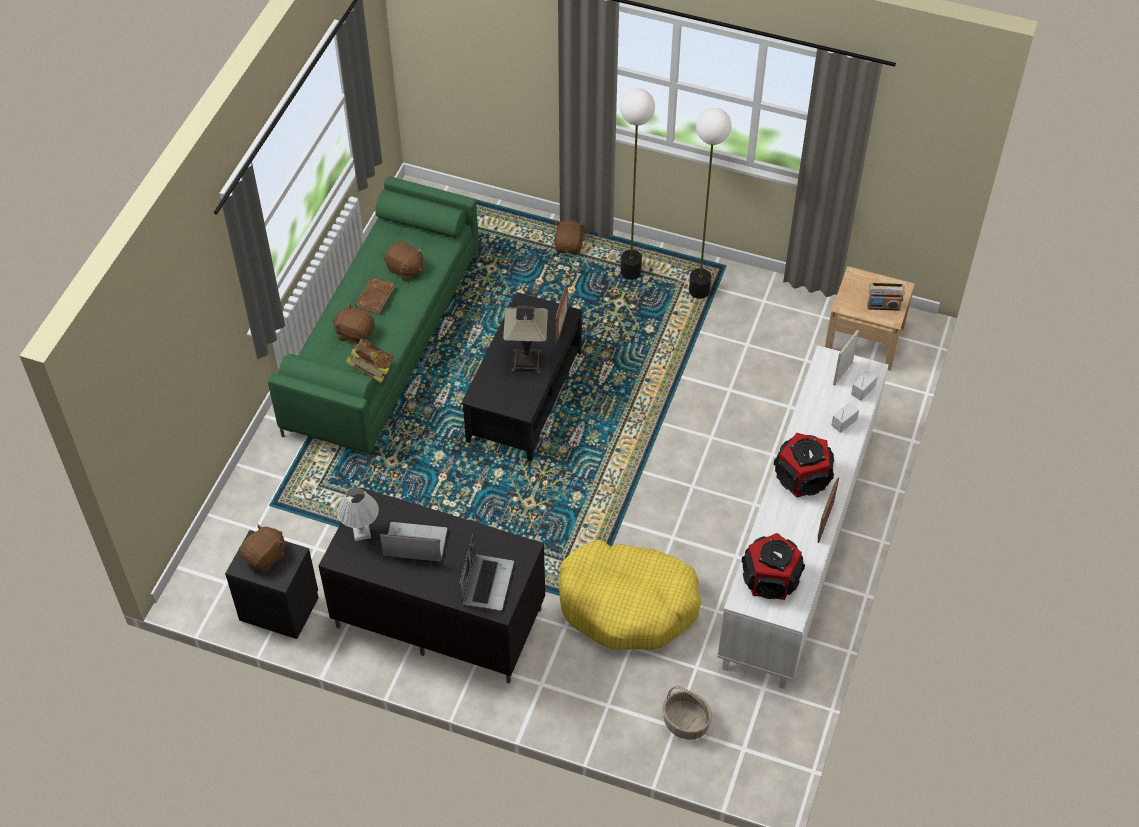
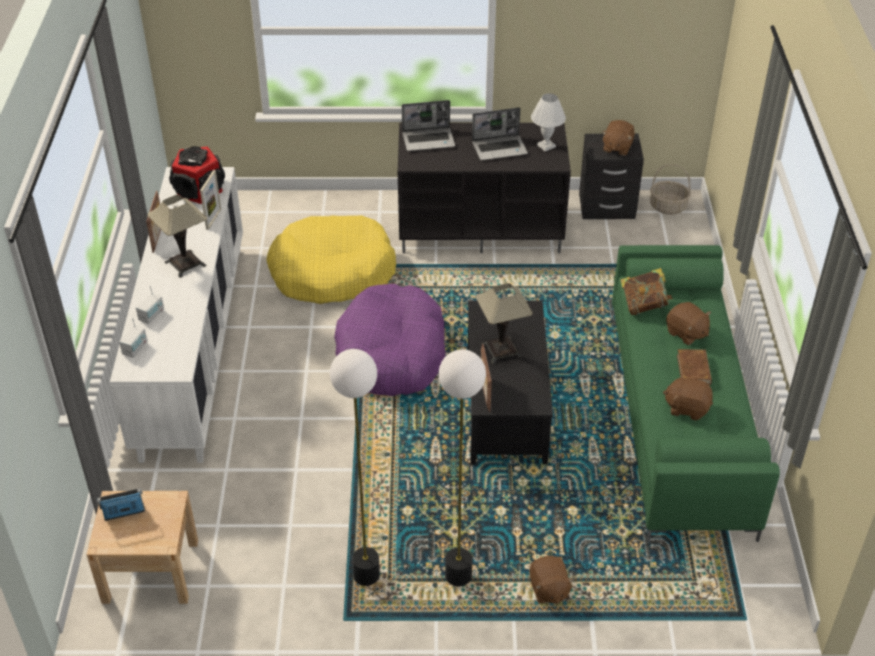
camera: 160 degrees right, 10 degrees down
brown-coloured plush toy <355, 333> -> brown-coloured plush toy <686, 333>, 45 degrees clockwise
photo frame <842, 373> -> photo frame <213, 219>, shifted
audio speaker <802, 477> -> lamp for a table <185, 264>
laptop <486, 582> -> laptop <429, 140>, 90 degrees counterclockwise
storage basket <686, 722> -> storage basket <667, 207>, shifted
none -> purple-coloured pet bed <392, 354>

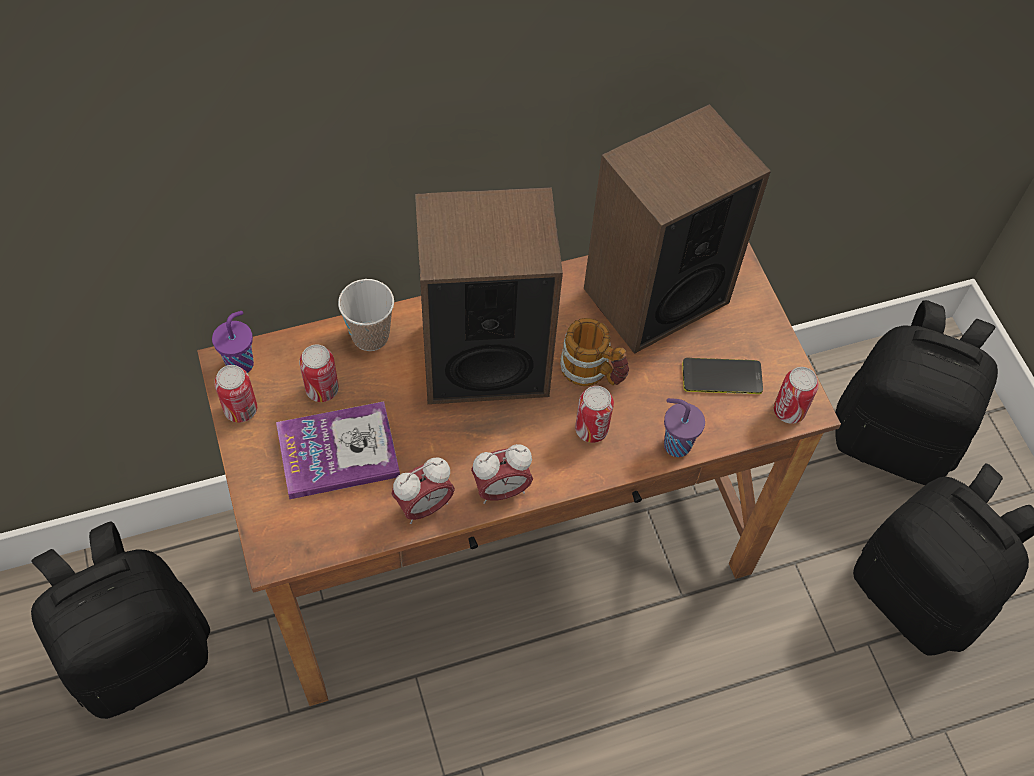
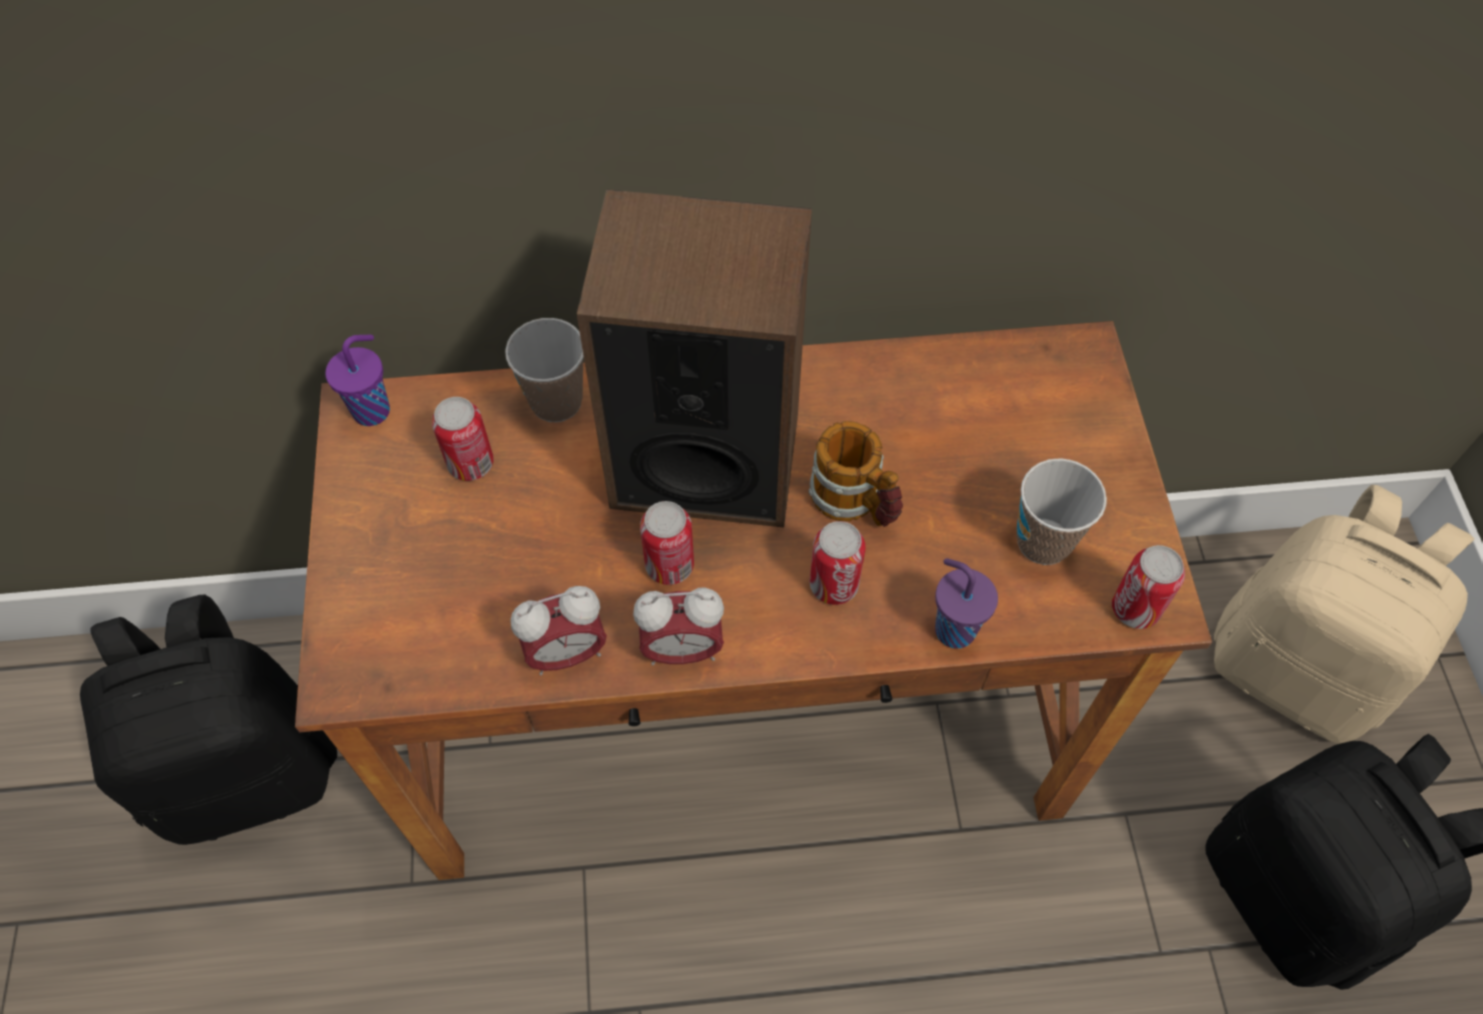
camera: 15 degrees right, 0 degrees up
audio speaker <655, 295> -> none
black-coloured backpack <894, 438> -> beige-coloured backpack <1297, 668>
phone <722, 377> -> cup <1043, 541>
metal can <241, 409> -> metal can <669, 565>, shifted
book <338, 452> -> none

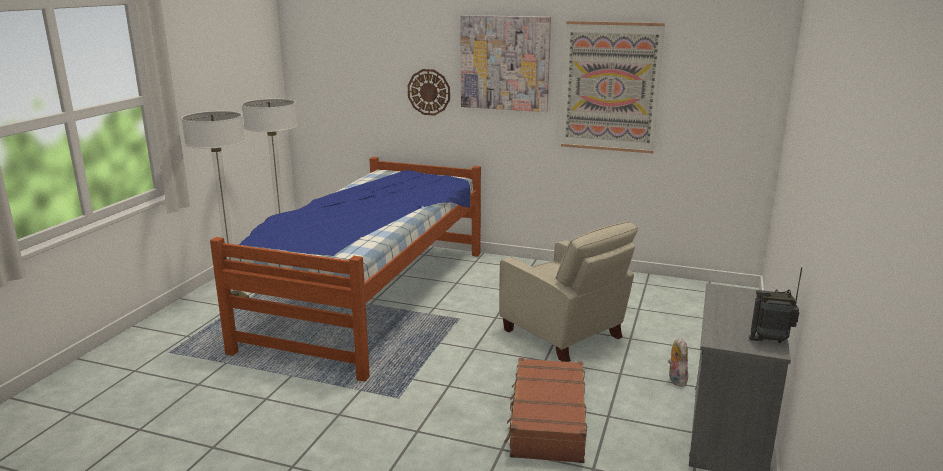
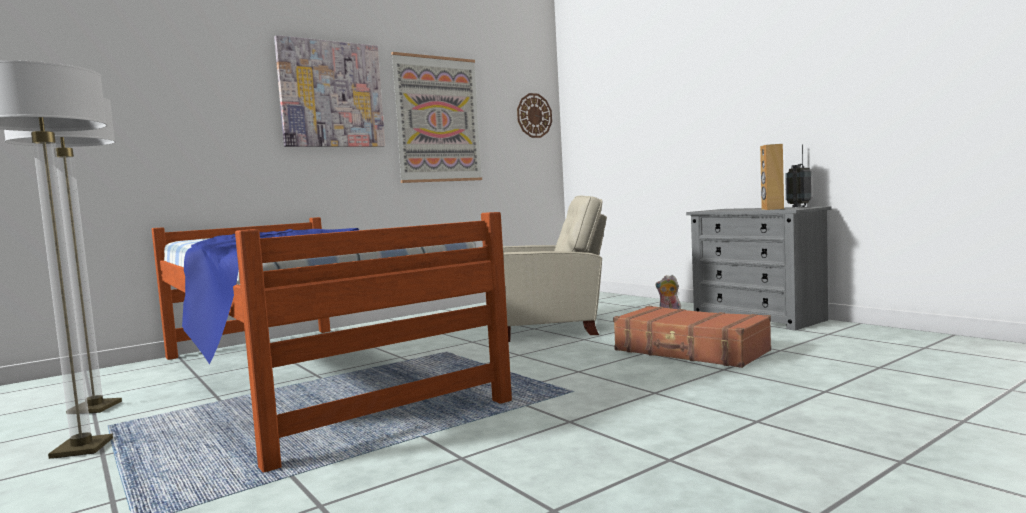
camera: 55 degrees left, 15 degrees down
hanging clock <429, 92> -> hanging clock <534, 115>, shifted
none -> brown-coloured audio speaker <772, 209>

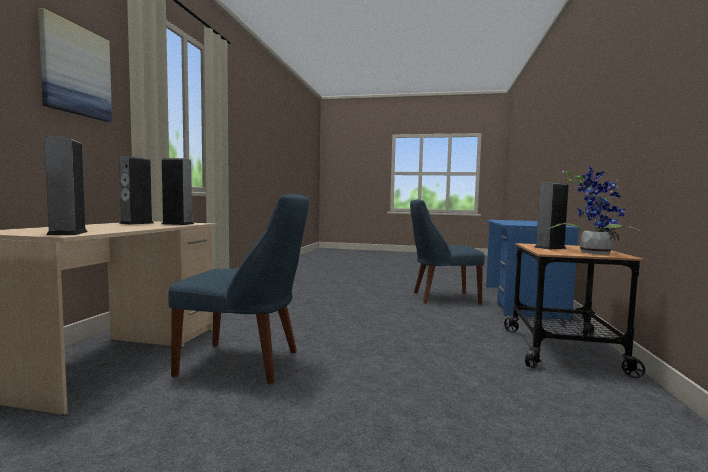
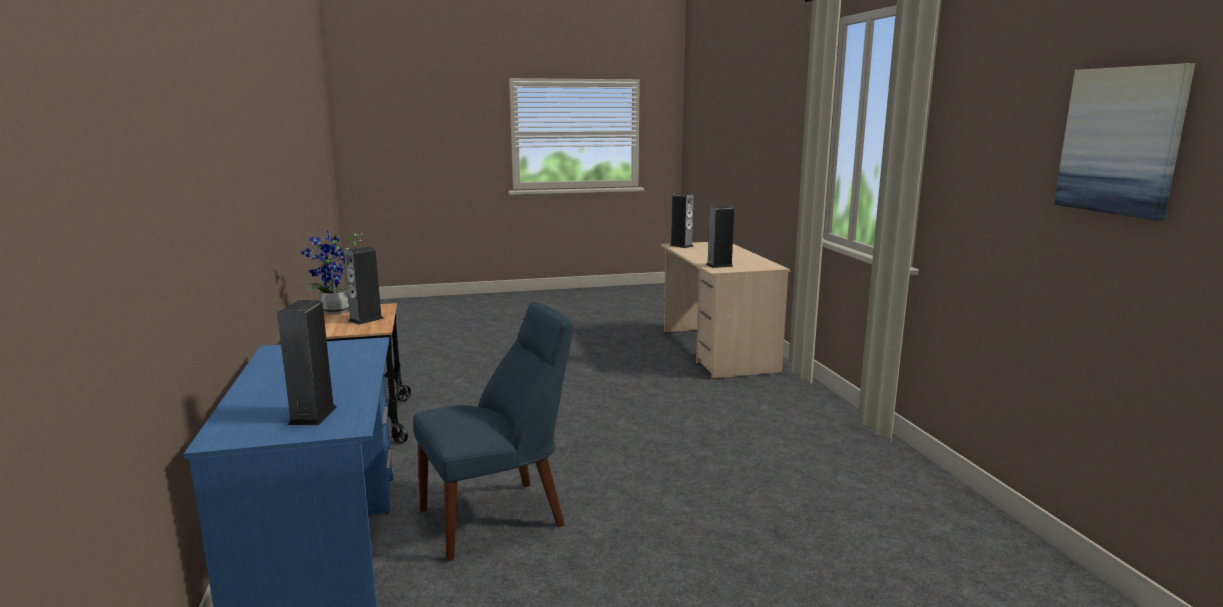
camera: 155 degrees right, 10 degrees up
picture <76, 70> -> picture <1121, 141>, shifted
audio speaker <136, 223> -> audio speaker <312, 415>, shifted
blue-coloured chair <245, 363> -> none

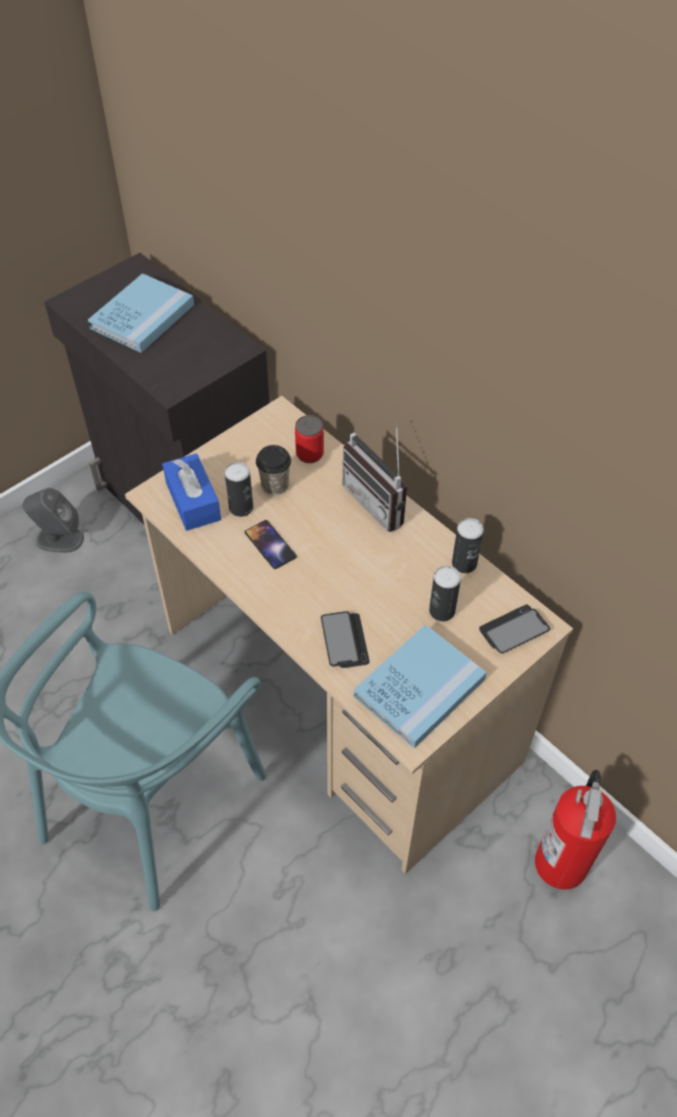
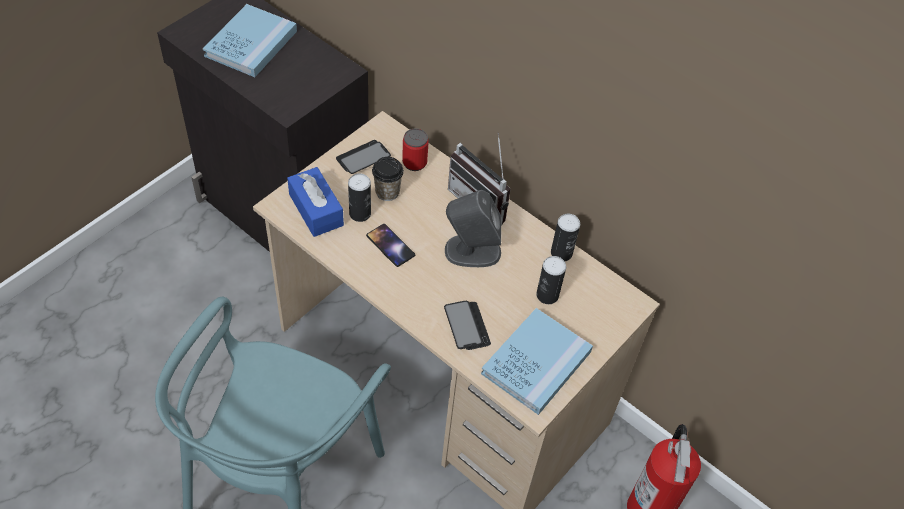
camera: 10 degrees left, 0 degrees up
gray audio speaker <59, 539> -> gray audio speaker <471, 251>, shifted
phone <513, 630> -> phone <363, 158>, shifted

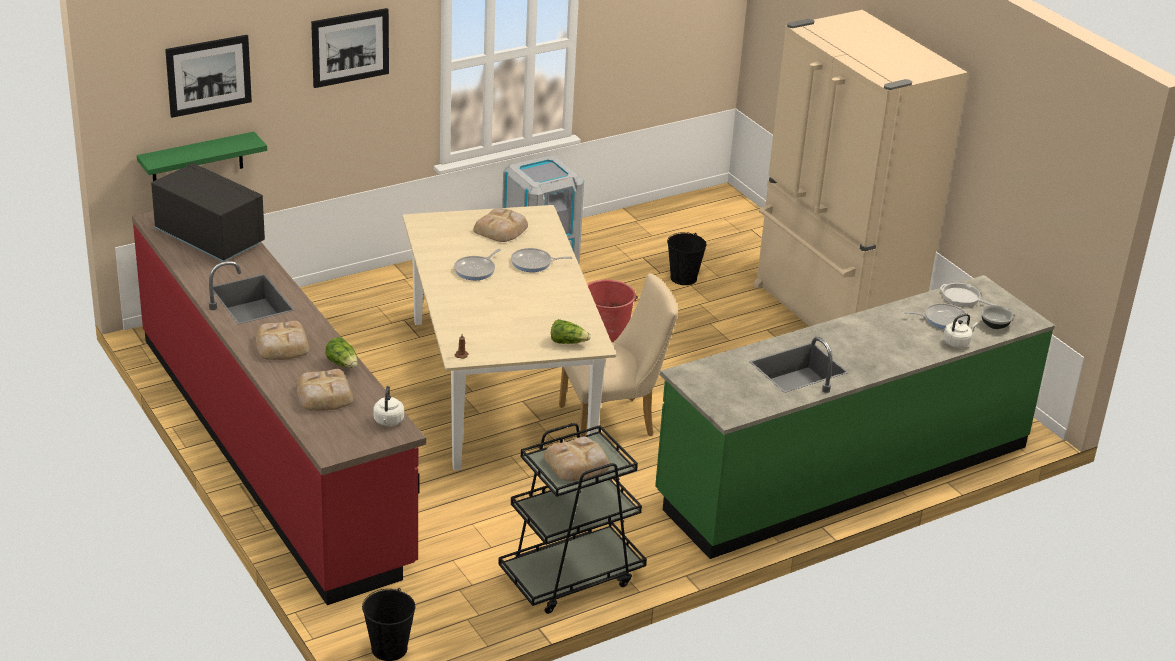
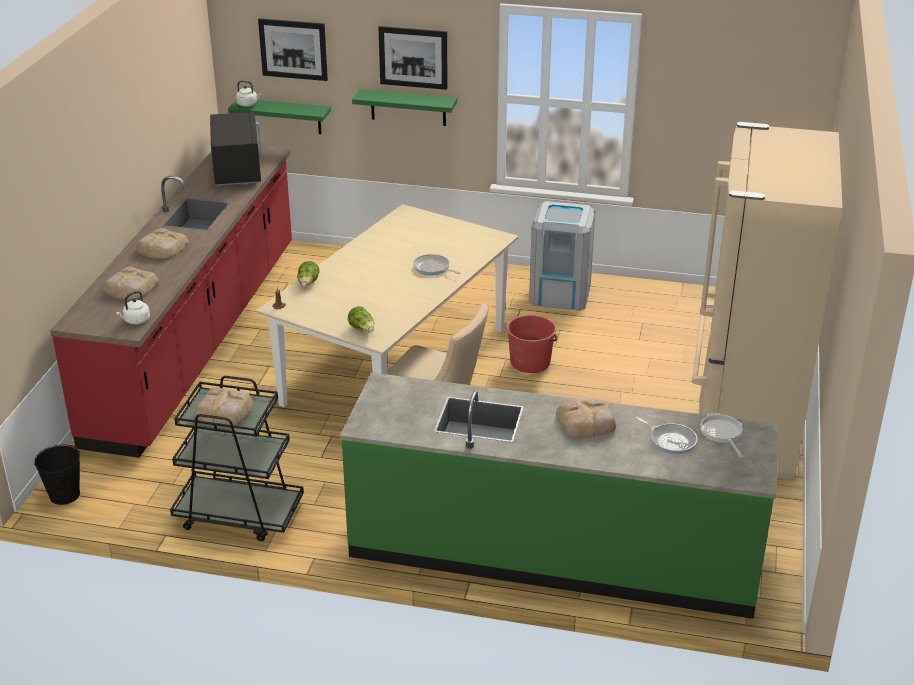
camera: 45 degrees right, 0 degrees up
bread <501, 229> -> bread <587, 422>, shifted
black-coloured water bucket <683, 278> -> none
skillet <476, 270> -> none
deep dish <995, 325> -> none
white kettle <957, 342> -> white kettle <248, 104>, shifted
lettuce <343, 364> -> lettuce <308, 283>, shifted
none -> green-coloured wall shelf <408, 107>

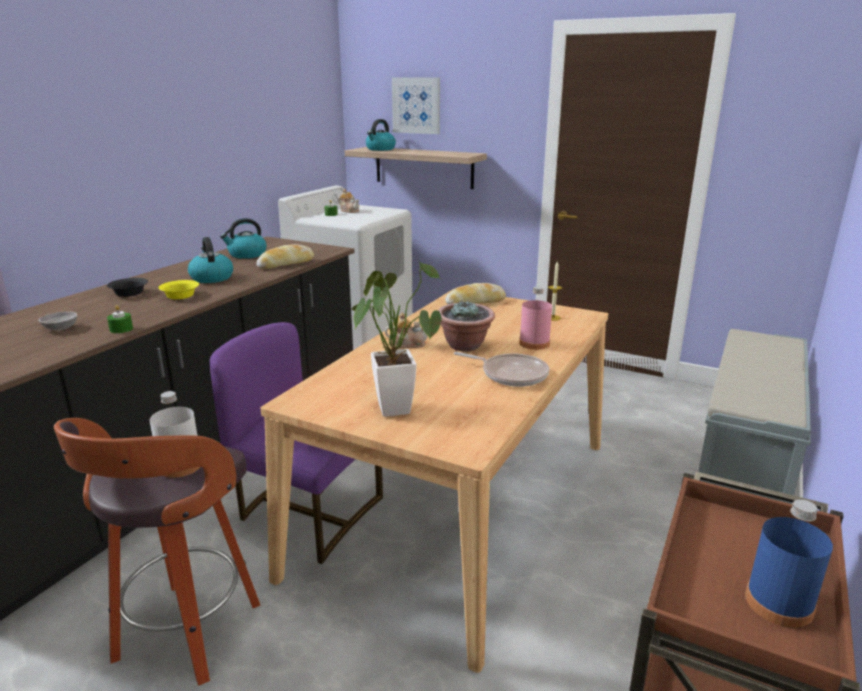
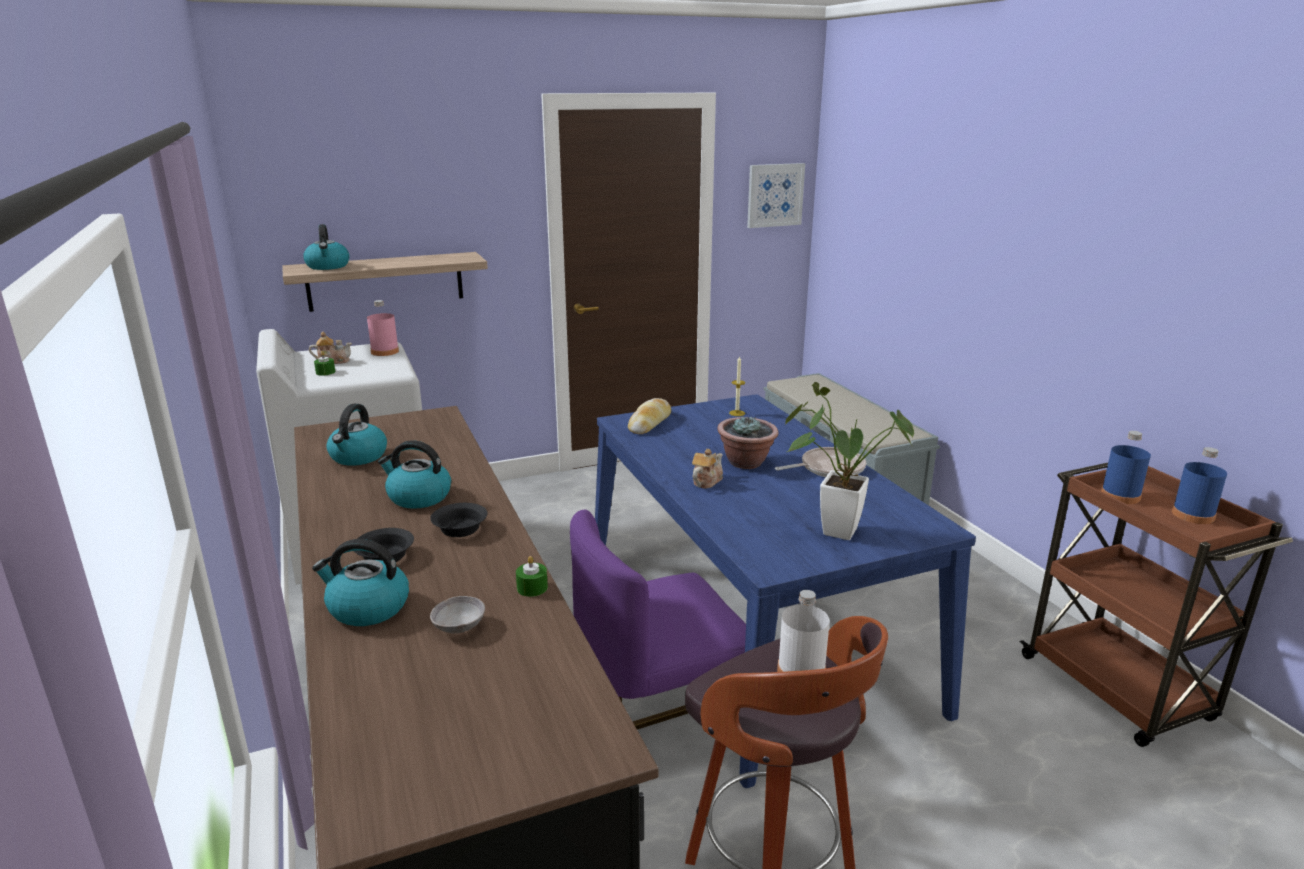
camera: 50 degrees left, 0 degrees up
picture <416, 105> -> picture <775, 195>, shifted
bread <286, 264> -> none
yellow deep dish <181, 296> -> black-coloured deep dish <461, 529>
pink-coloured bottle <534, 343> -> pink-coloured bottle <385, 352>, shifted
beige-coloured dinner table <460, 503> -> blue-coloured dinner table <749, 627>
none -> blue-coloured bottle <1120, 496>
none -> kettle <367, 608>

